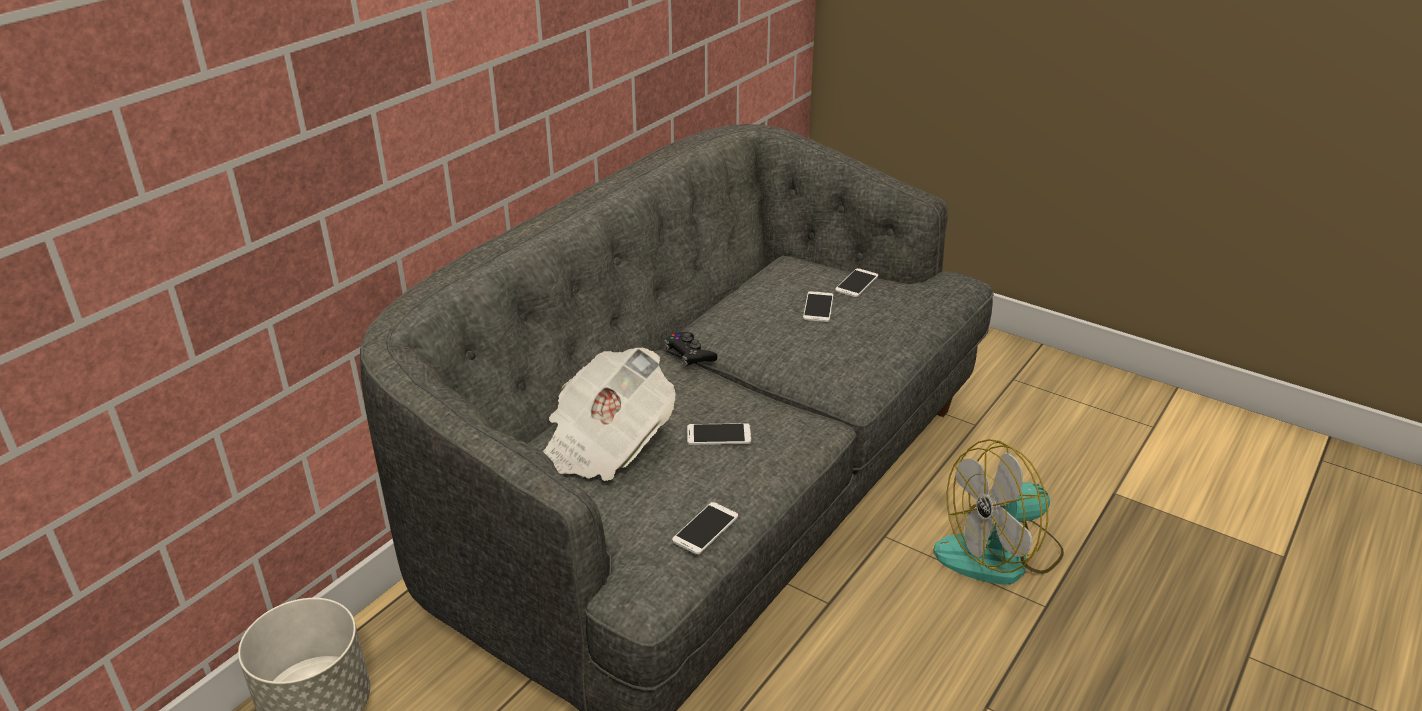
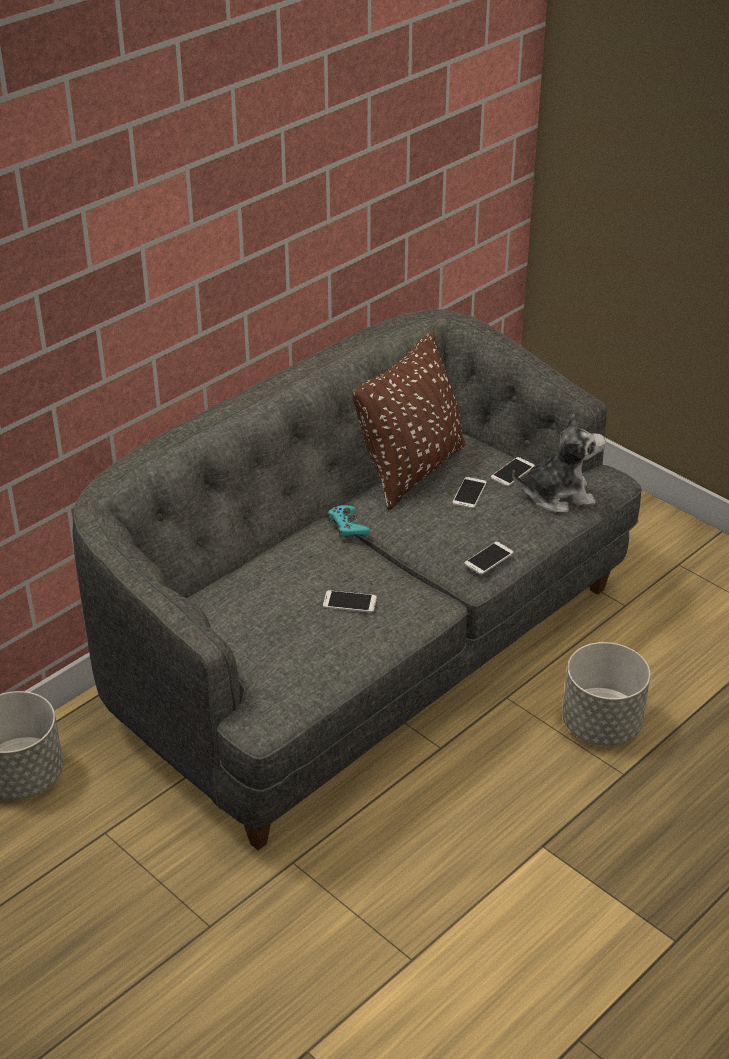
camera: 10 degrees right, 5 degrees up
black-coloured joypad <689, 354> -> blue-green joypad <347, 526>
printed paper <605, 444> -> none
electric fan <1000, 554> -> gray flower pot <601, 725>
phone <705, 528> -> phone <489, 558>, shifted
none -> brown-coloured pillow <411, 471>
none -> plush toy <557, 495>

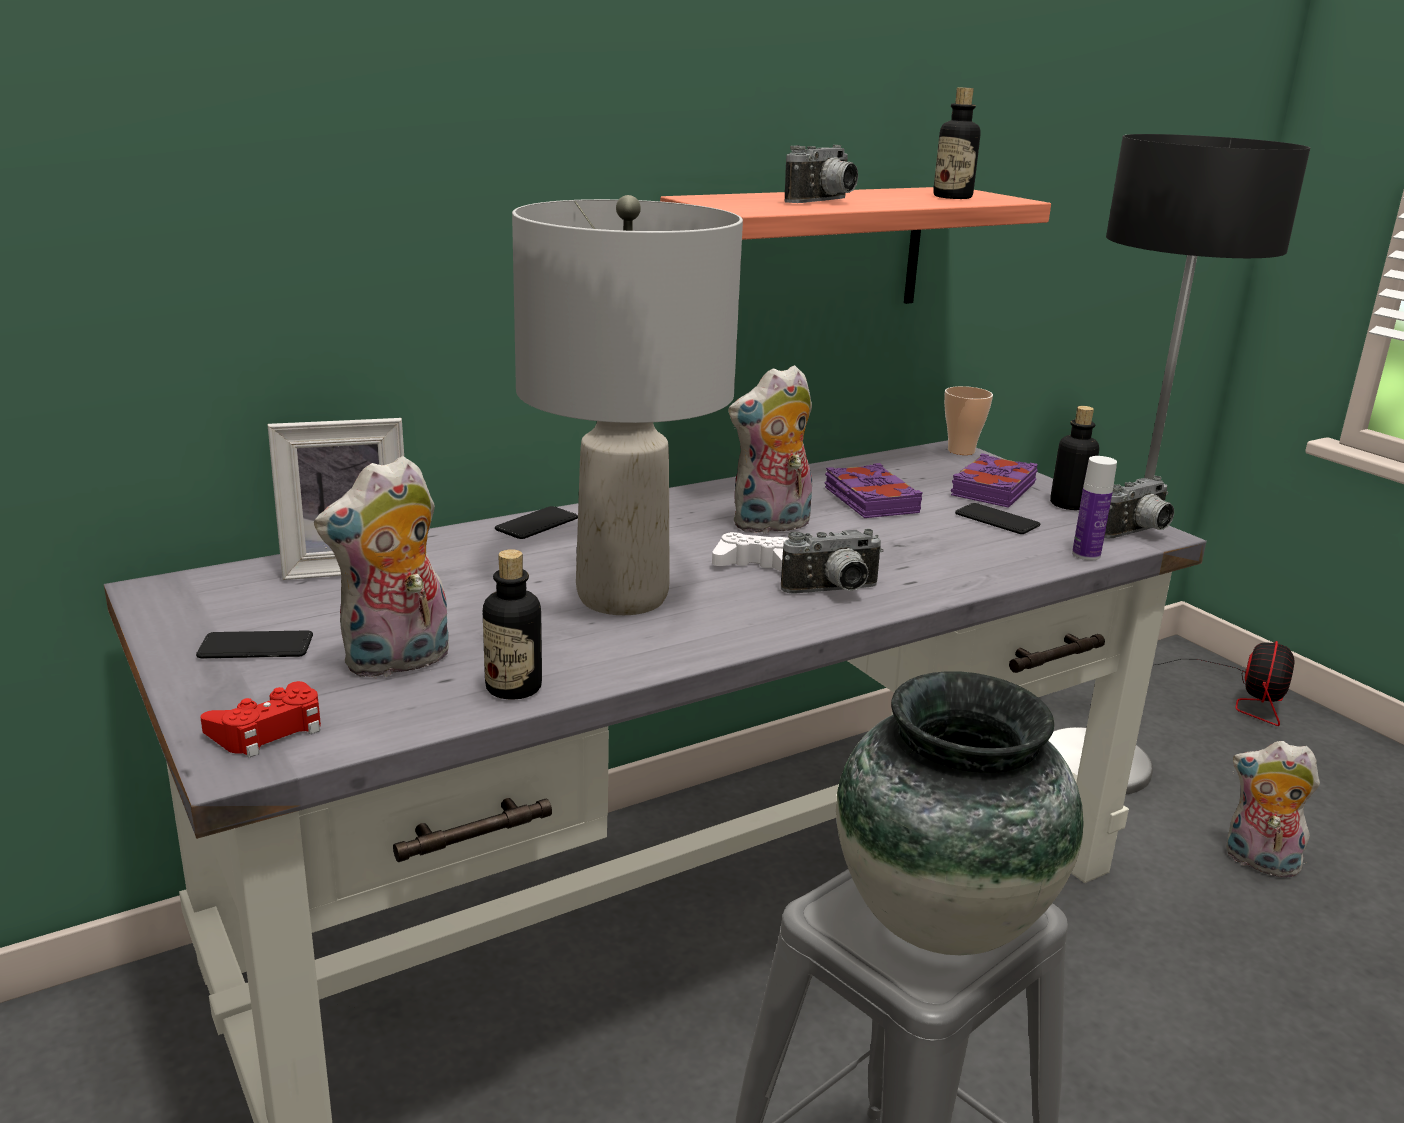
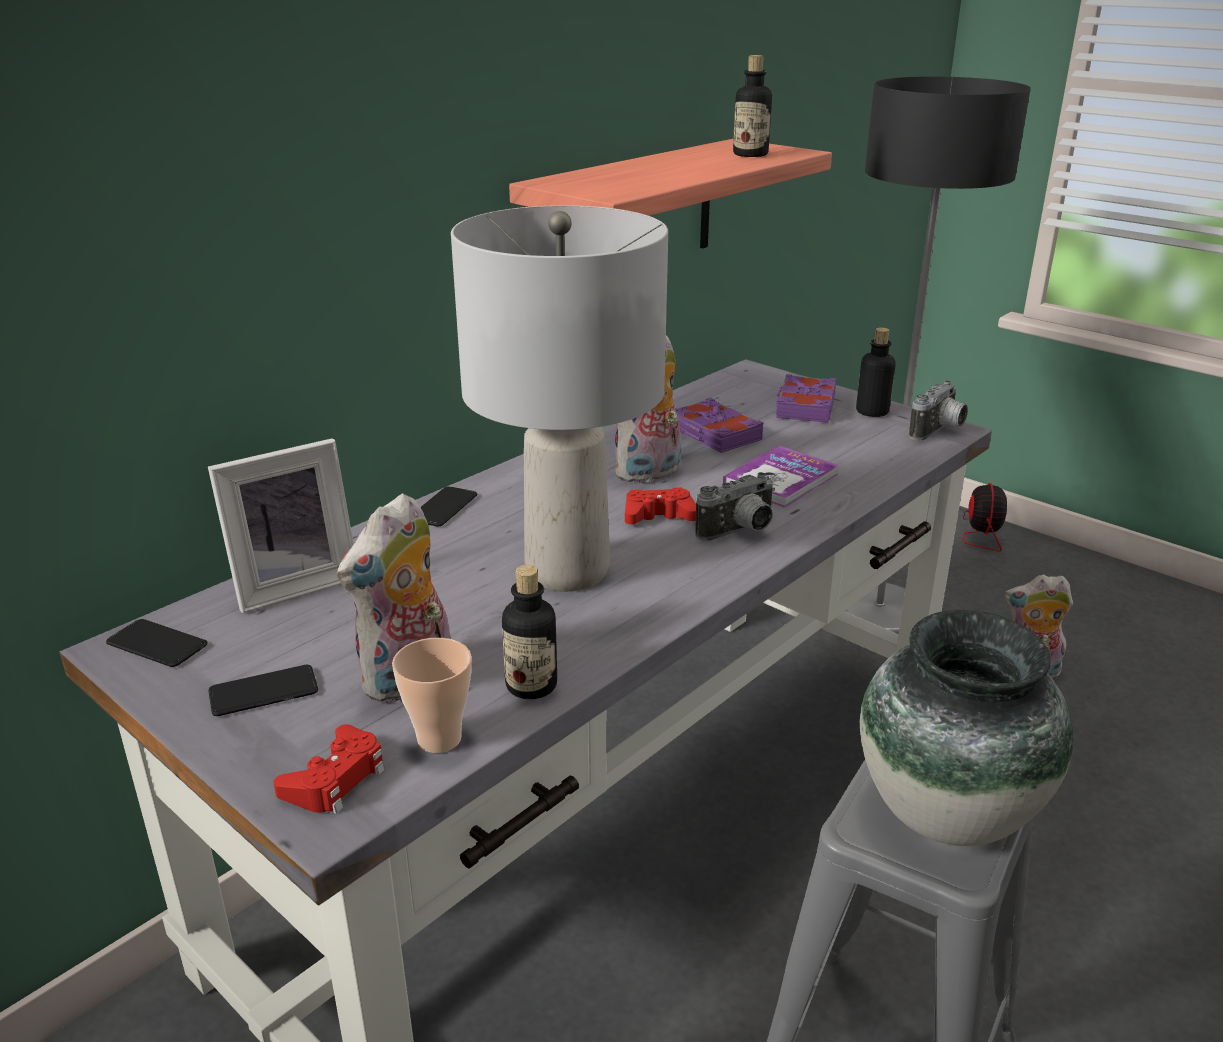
camera: 15 degrees left, 5 degrees up
photo camera <825, 202> -> none
cup <961, 451> -> cup <439, 739>, shifted
bottle <1086, 555> -> none
phone <997, 520> -> phone <157, 644>, shifted
white joypad <754, 564> -> red joypad <658, 516>
none -> book <781, 479>

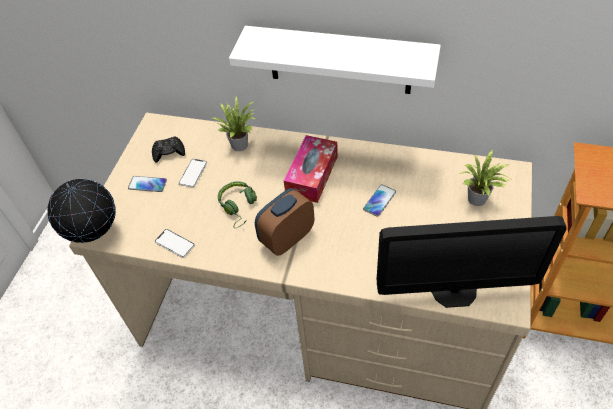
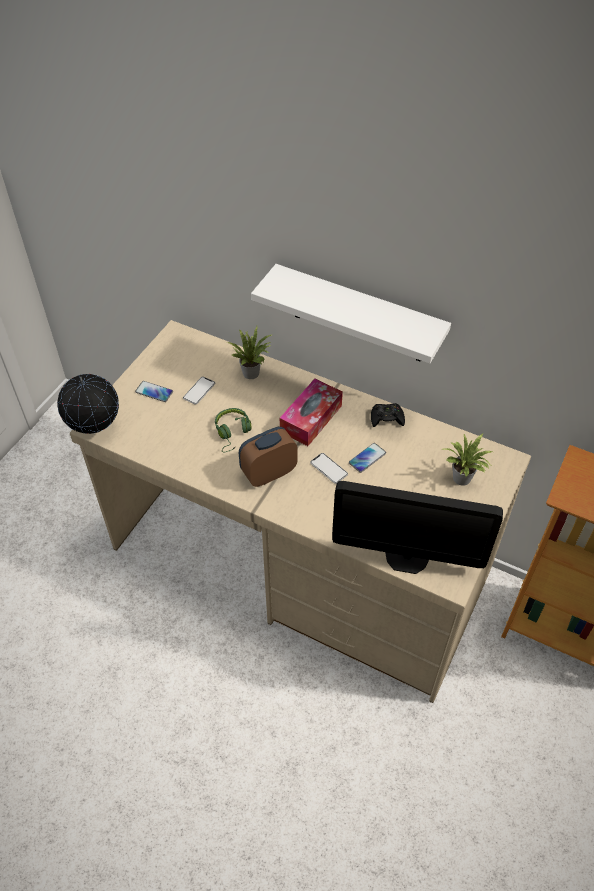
camera: 10 degrees right, 0 degrees up
black-coloured joypad <169, 152> -> black-coloured joypad <386, 418>, shifted
phone <175, 243> -> phone <328, 469>, shifted

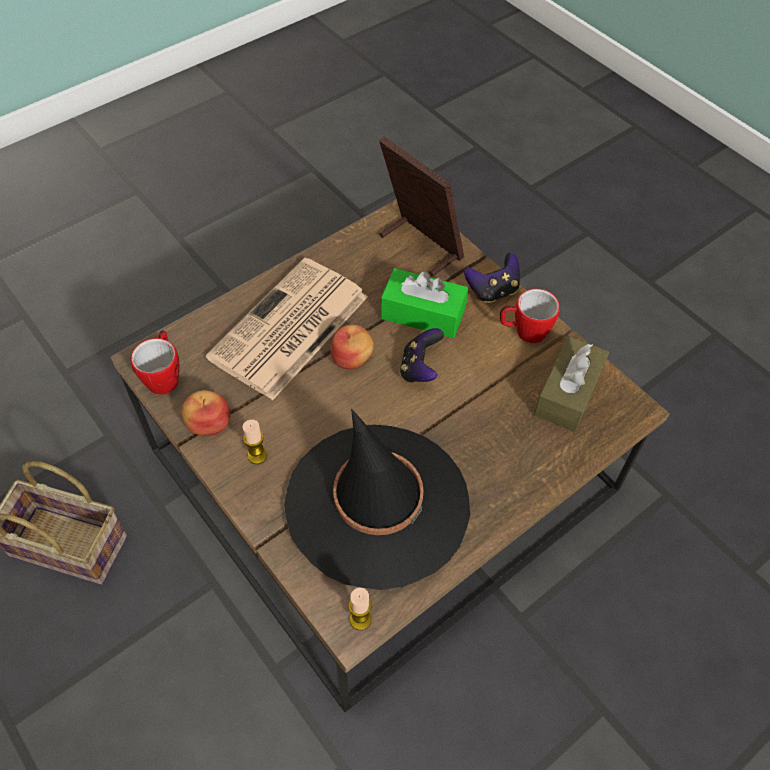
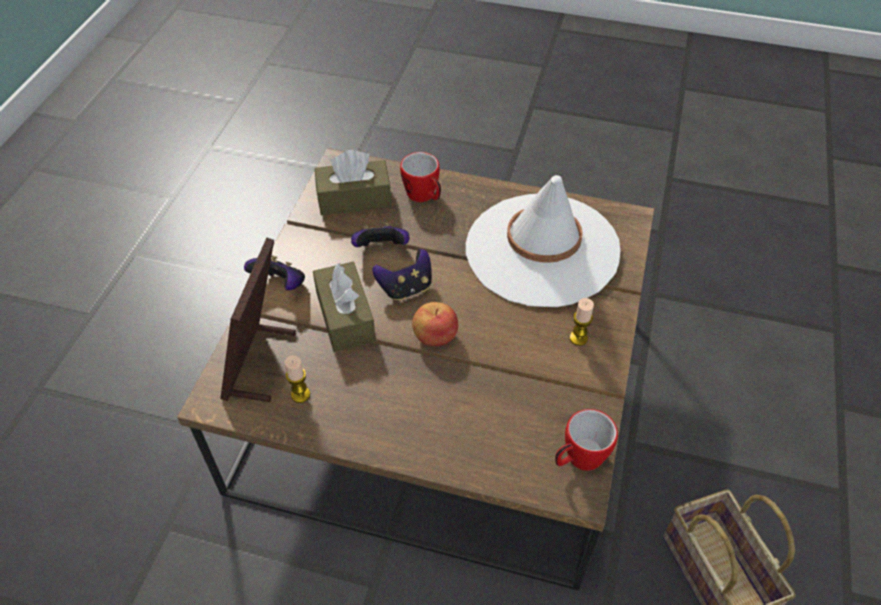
camera: 125 degrees left, 5 degrees down
printed paper <289, 329> -> none
green-coloured box of tissues <423, 314> -> brown-coloured box of tissues <345, 316>
tea mug <524, 331> -> tea mug <424, 196>, shifted
whole apple <209, 423> -> none
black-coloured clothing hat <377, 503> -> white clothing hat <541, 250>
wax light <360, 619> -> wax light <300, 394>, shifted
none -> joypad <381, 249>

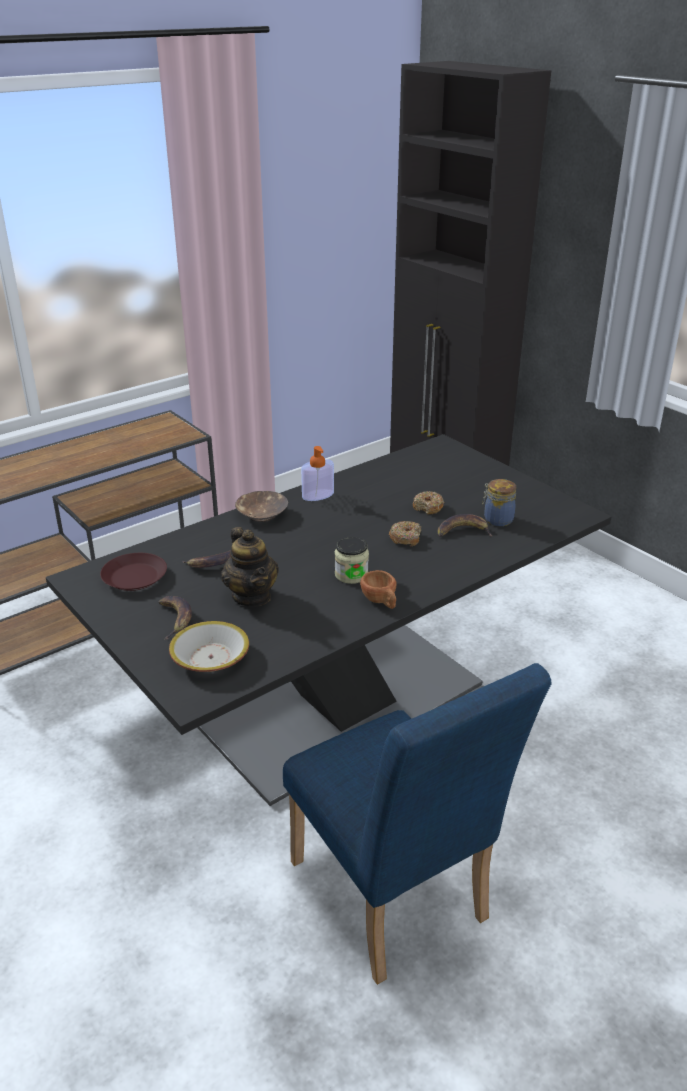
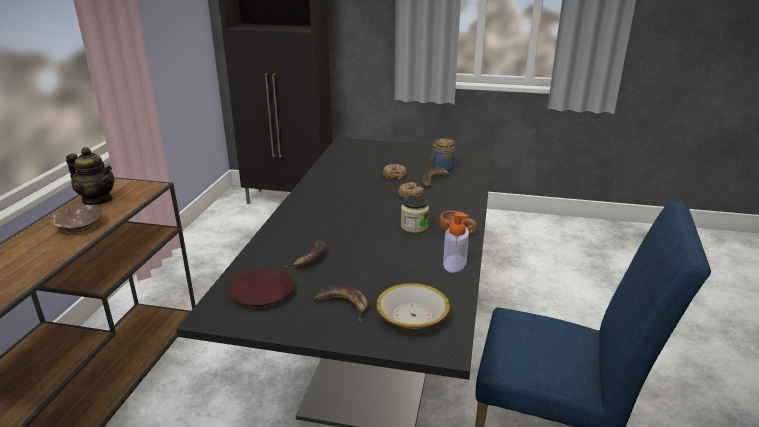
camera: 40 degrees left, 5 degrees down
soap bottle <318, 495> -> soap bottle <454, 263>, shifted
brown-coloured deep dish <262, 514> -> brown-coloured deep dish <78, 226>, shifted
teapot <252, 596> -> teapot <98, 200>, shifted

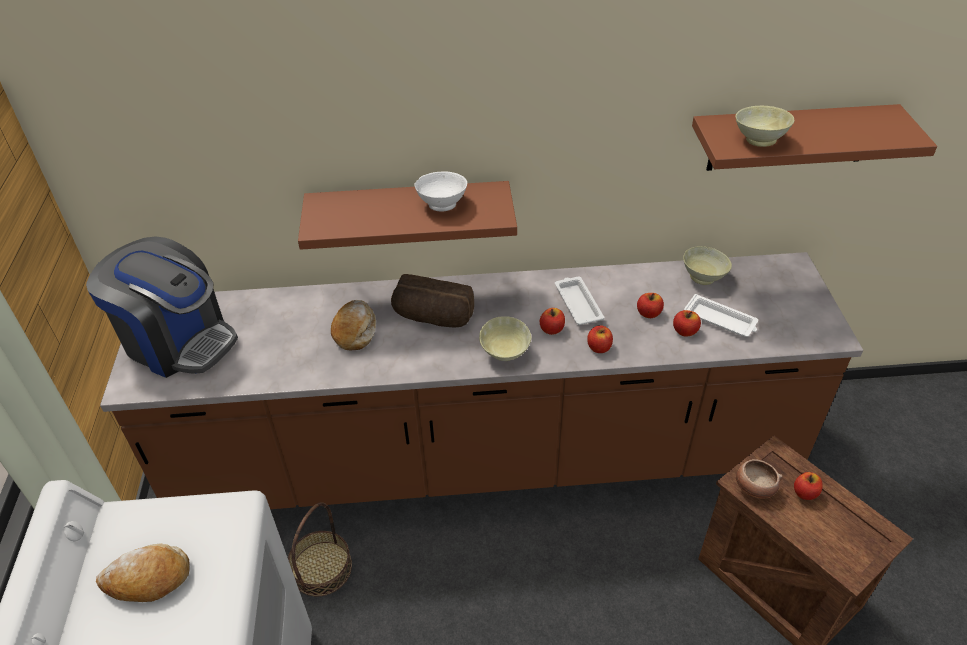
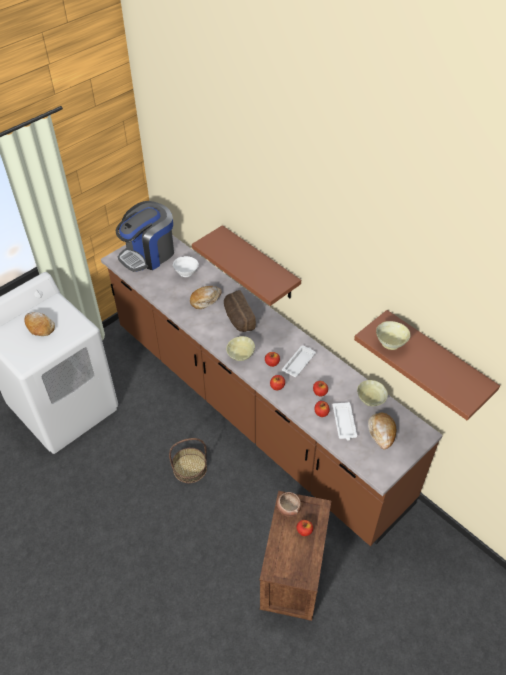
camera: 50 degrees right, 5 degrees up
white deep dish <443, 204> -> white deep dish <186, 273>, shifted
coffee maker <178, 341> -> coffee maker <148, 254>, 60 degrees clockwise
storage basket <321, 568> -> storage basket <190, 468>, shifted
none -> bread <382, 432>

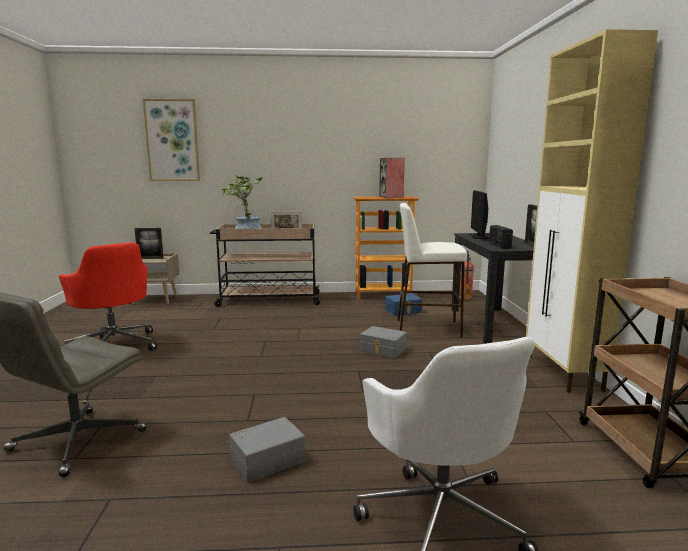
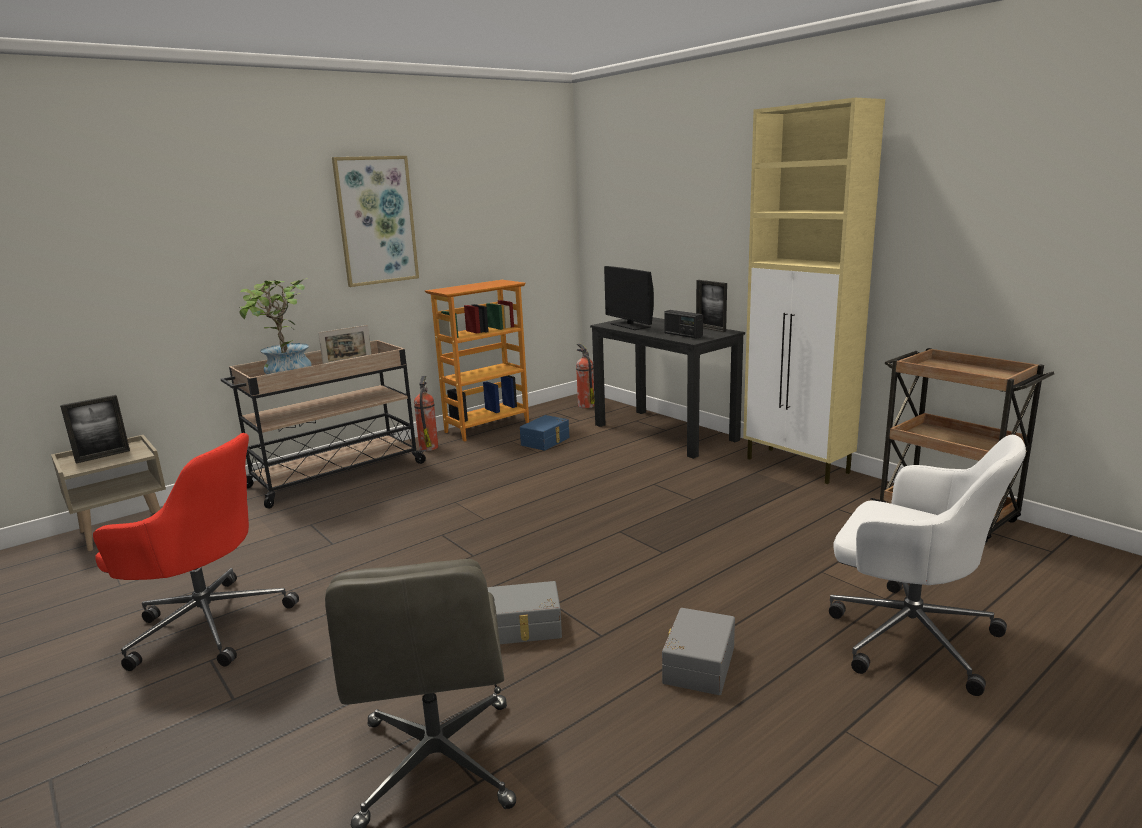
camera: 35 degrees left, 5 degrees up
picture <172, 140> -> picture <376, 221>, shifted
audio speaker <391, 197> -> none
white stool <427, 328> -> none
gray storage box <382, 350> -> gray storage box <524, 627>, shifted
none -> extinguisher <429, 447>

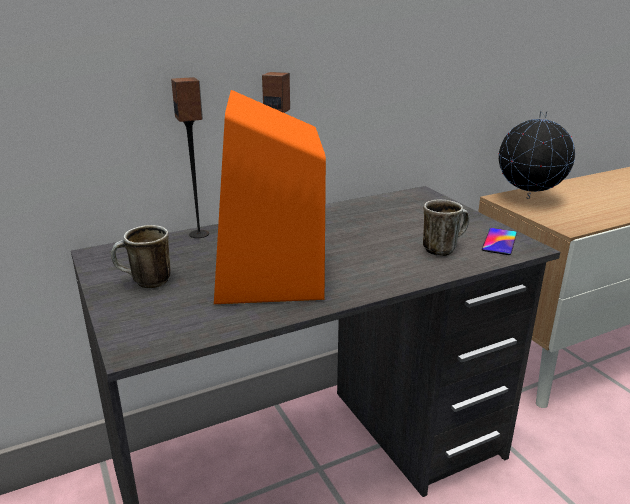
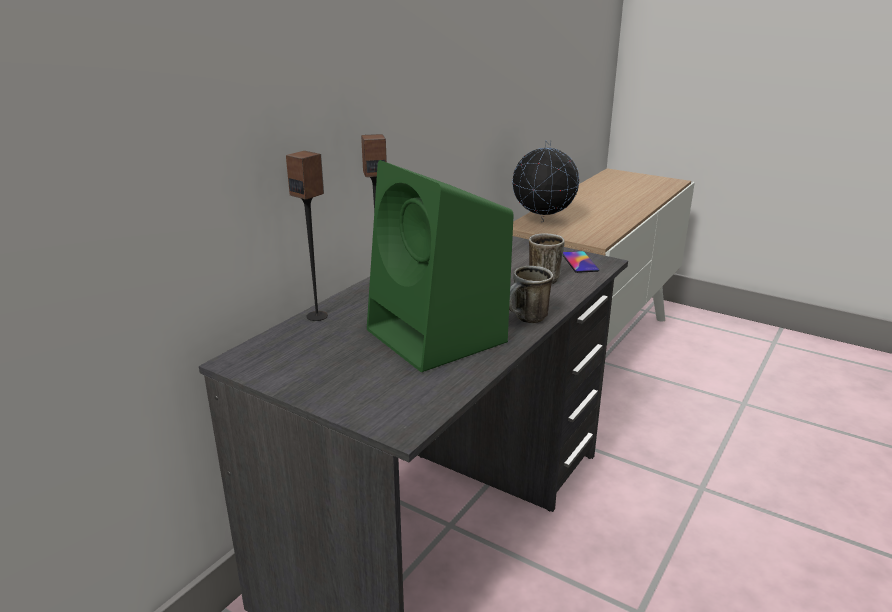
camera: 30 degrees left, 0 degrees up
orange audio speaker <270, 278> -> green-coloured audio speaker <439, 337>
tea mug <145, 283> -> tea mug <527, 320>, shifted

